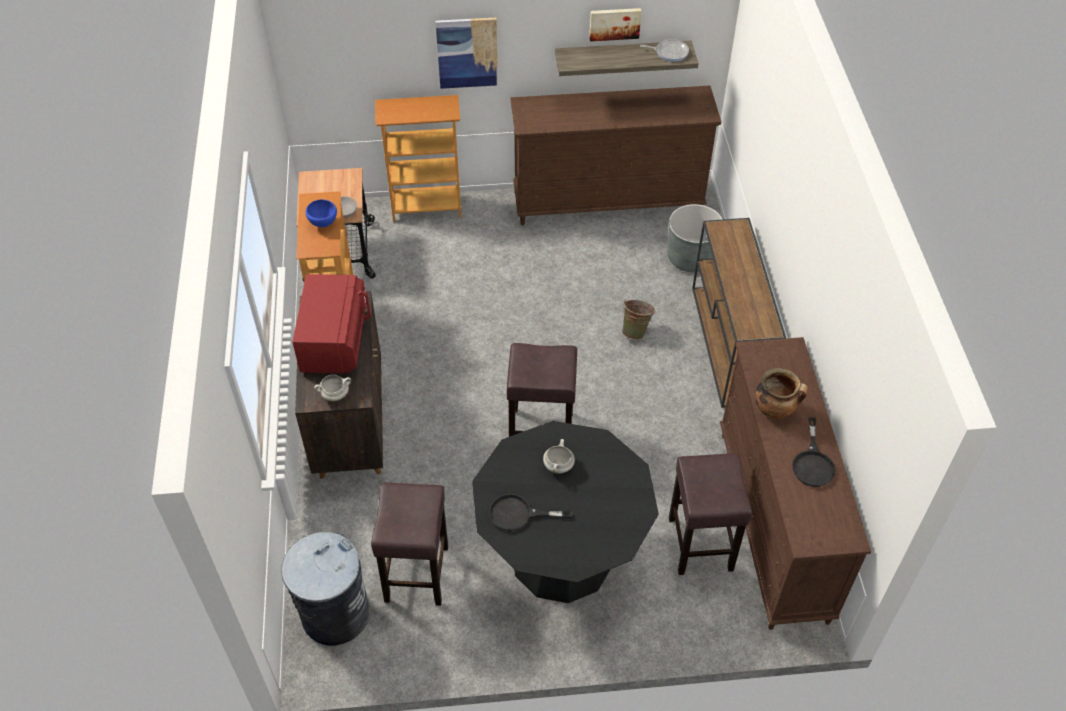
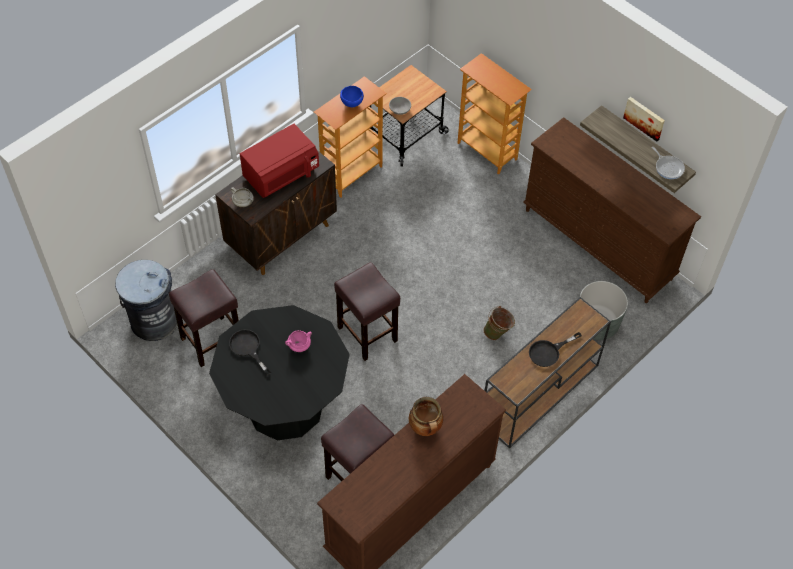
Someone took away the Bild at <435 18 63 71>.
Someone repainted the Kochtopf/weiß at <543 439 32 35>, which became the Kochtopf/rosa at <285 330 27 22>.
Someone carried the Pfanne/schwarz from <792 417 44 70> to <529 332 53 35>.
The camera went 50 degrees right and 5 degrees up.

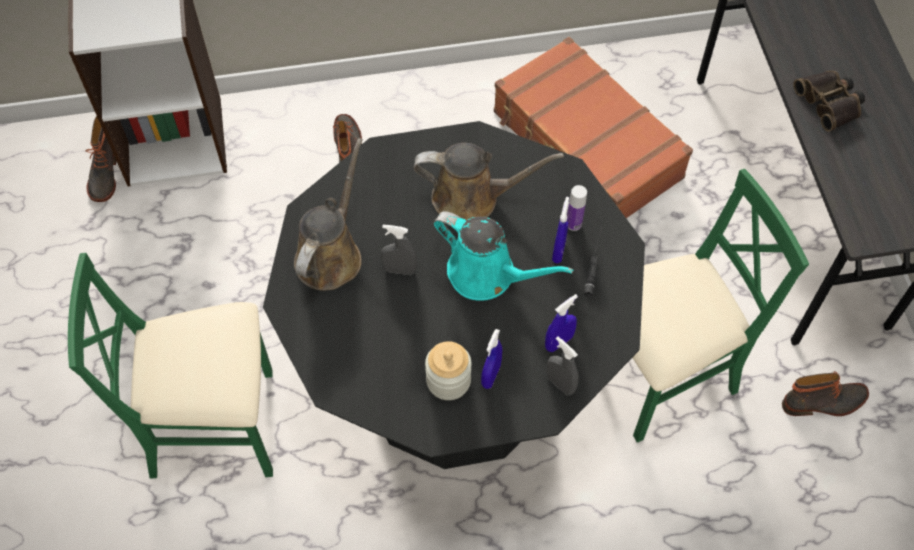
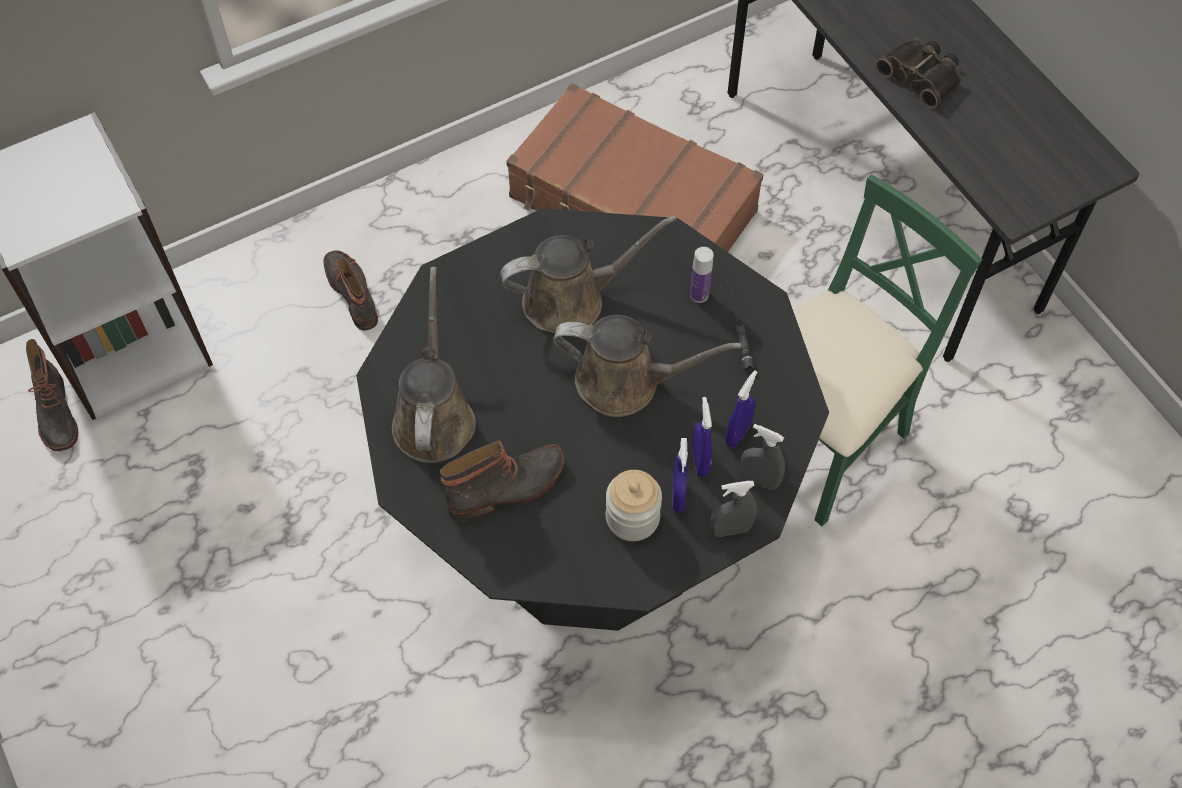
Someone took away the Stuhl/grün at <68 253 205 226>.
Someone carried the Sprühflasche/grau from <381 225 36 50> to <710 481 47 56>.
Someone repainted the Gießkanne/türkis at <433 211 141 90>, which became the Gießkanne/braun at <553 315 189 102>.
Someone carried the Sprühflasche/blau from <552 197 17 67> to <692 397 20 80>.
Someone carried the Stiefel from <782 371 87 45> to <440 440 124 82>.
The camera went 20 degrees left and 0 degrees up.

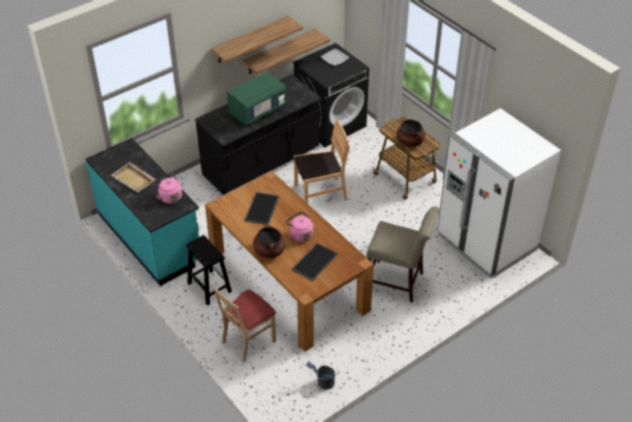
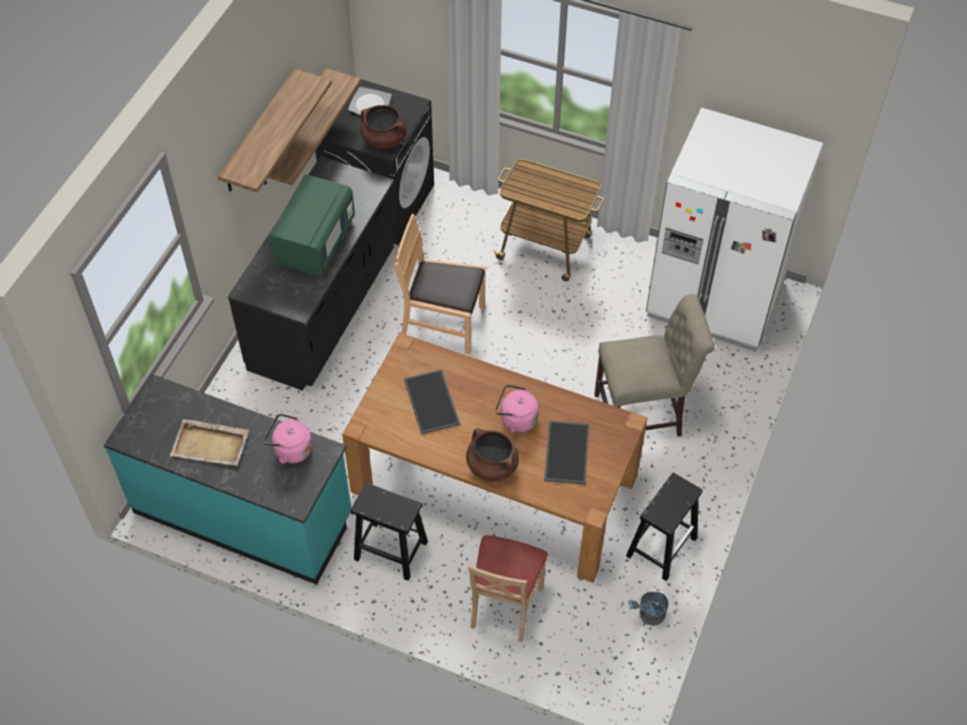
Someone rotated the Stuhl/braun at <294 118 56 86> by 120 degrees counterclockwise.
Someone carried the Kochtopf/braun from <397 119 28 28> to <360 105 46 44>.
Someone put down the Hocker/schwarz at <626 473 77 108>.
The camera went 30 degrees left and 10 degrees up.

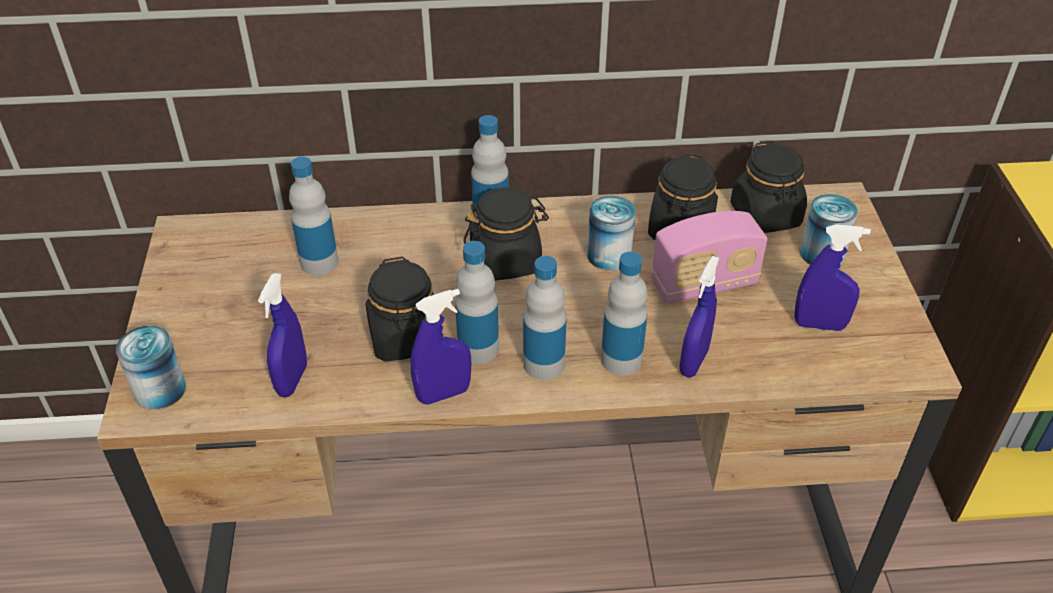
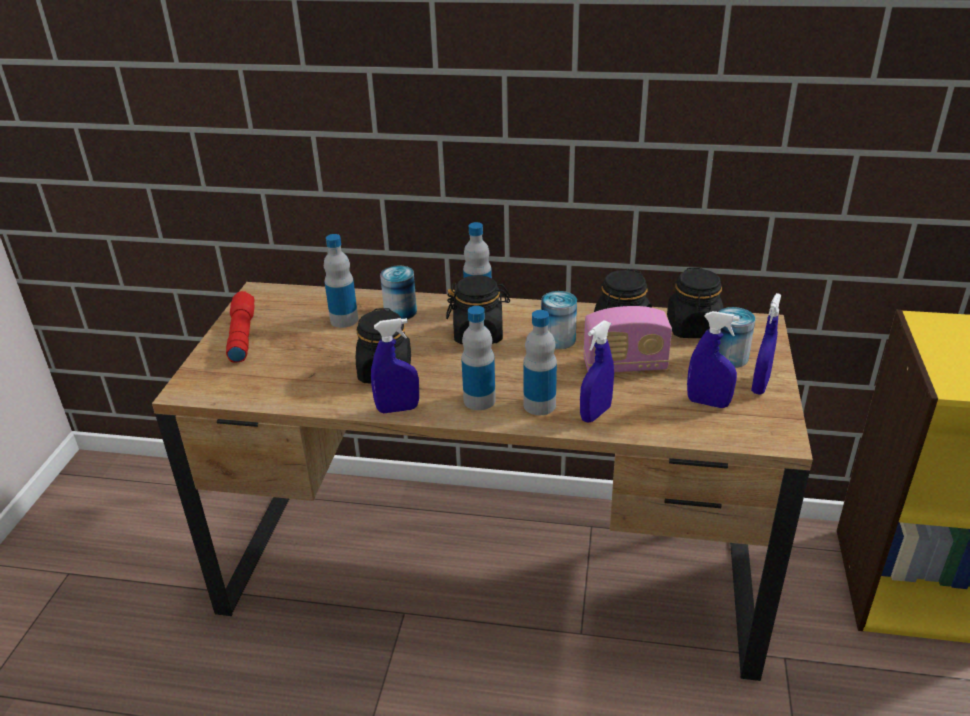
Someone carried the Dose from <116 326 70 84> to <380 266 37 53>.
Someone carried the Sprühflasche/blau from <258 273 49 124> to <751 293 30 102>.
Someone took away the Flasche at <455 241 44 123>.
Someone put down the Taschenlampe/rot at <226 291 28 71>.
The camera went 15 degrees right and 10 degrees down.

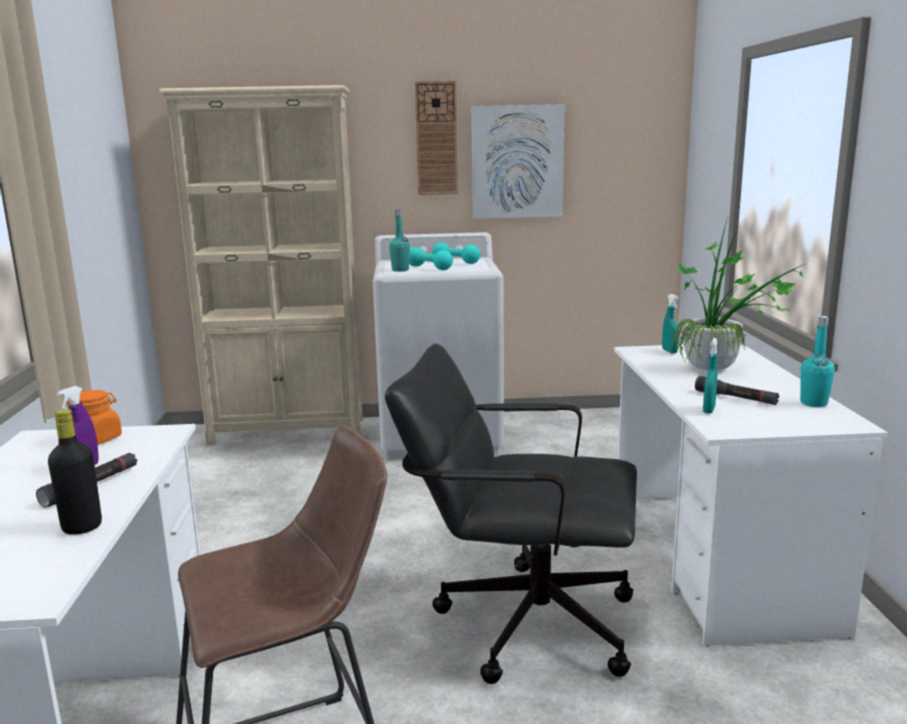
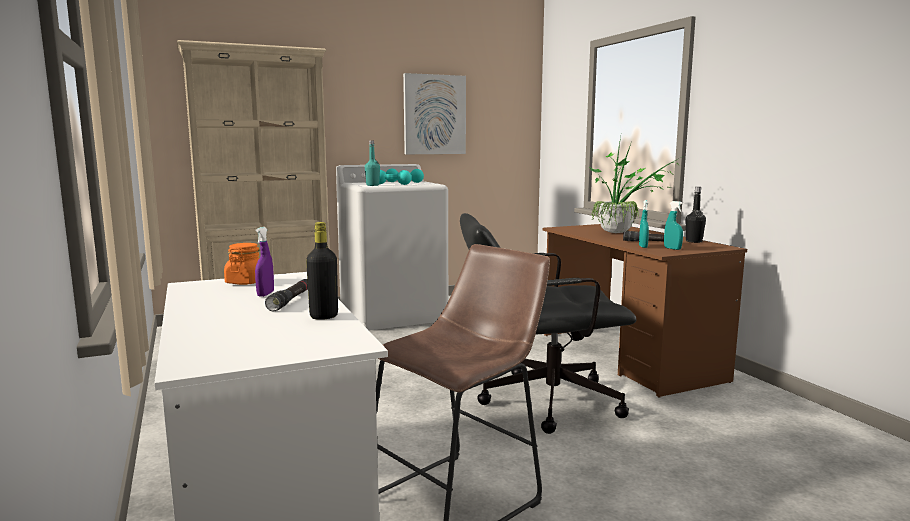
Someone took away the Wanduhr at <415 81 43 114>.
Someone repainted the Schreibtisch/weiß at <614 343 274 304>, which became the Schreibtisch/braun at <543 224 204 174>.
Someone carried the Sprühflasche/türkis from <662 294 17 60> to <664 201 19 49>.
Someone repainted the Flasche/türkis at <800 316 35 91>, which became the Flasche/schwarz at <686 187 20 56>.
The camera went 20 degrees left and 5 degrees down.

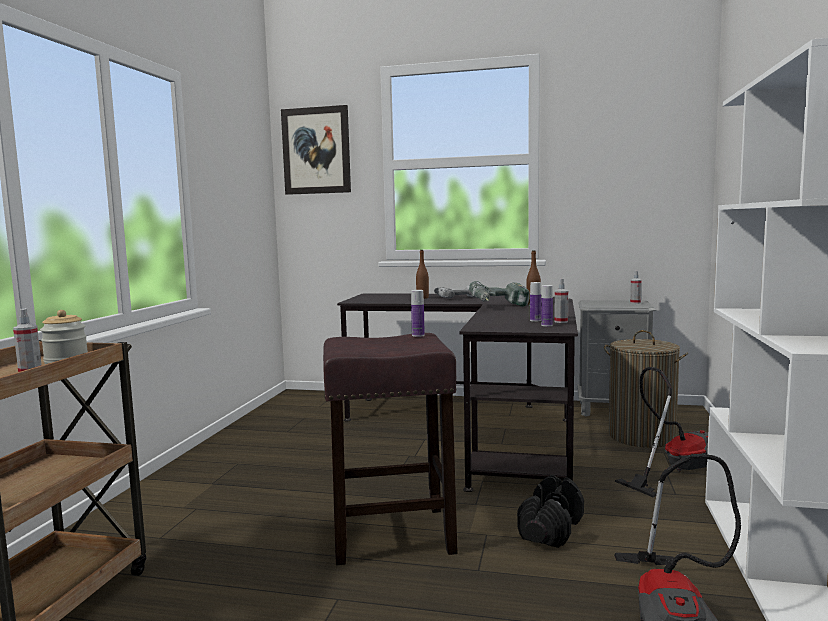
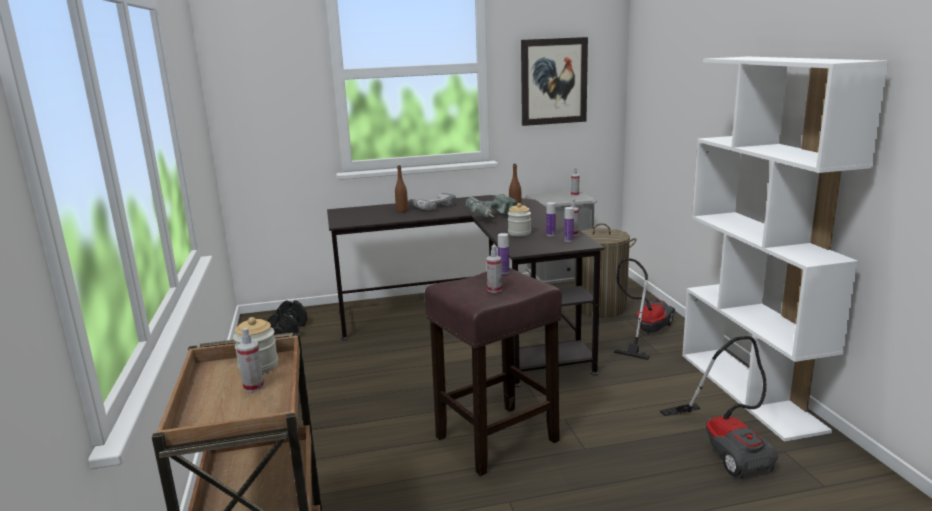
Someone carried the Bild from <281 105 70 90> to <521 37 67 89>.
Someone carried the Hantel/schwarz from <517 475 67 73> to <267 300 40 35>.
Someone put down the Sprühflasche at <487 245 15 48>.
Someone put down the Vorratsglas at <508 203 23 33>.
The camera went 25 degrees left and 10 degrees up.

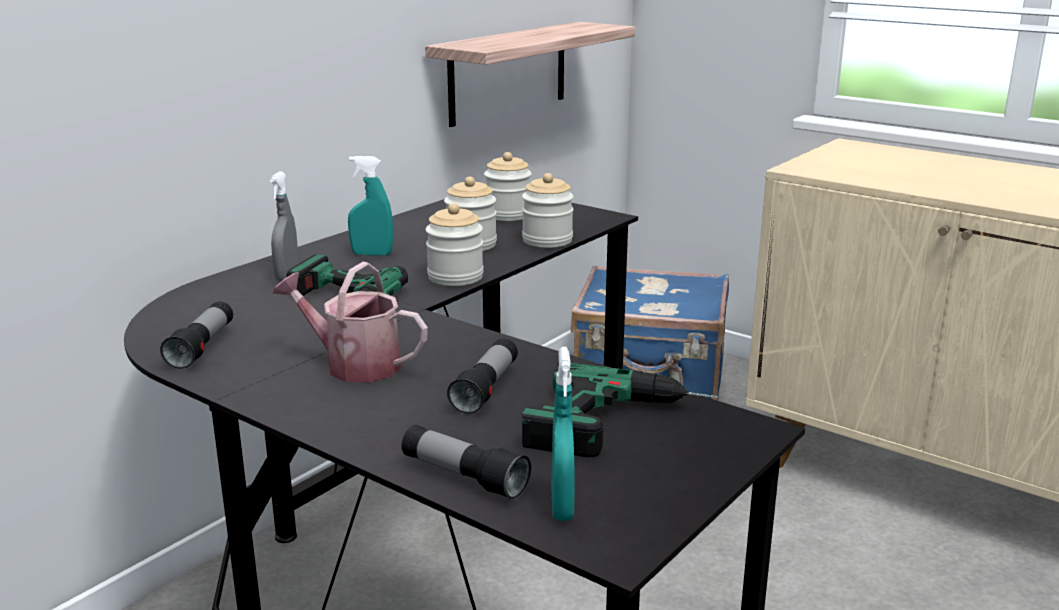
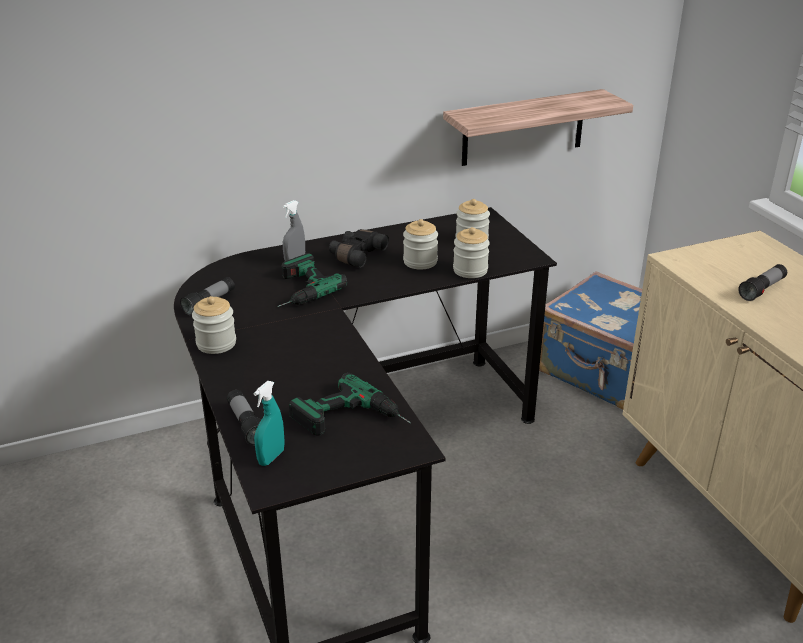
Someone took away the Gießkanne at <272 262 156 120>.
Someone swapped the Sprühflasche/türkis at <348 156 45 99> for the Fernglas/schwarz at <329 229 60 39>.
Someone carried the Vorratsglas from <425 203 59 83> to <192 296 44 58>.
Someone carried the Taschenlampe from <447 338 71 77> to <738 264 49 37>.
The camera went 30 degrees right and 10 degrees up.

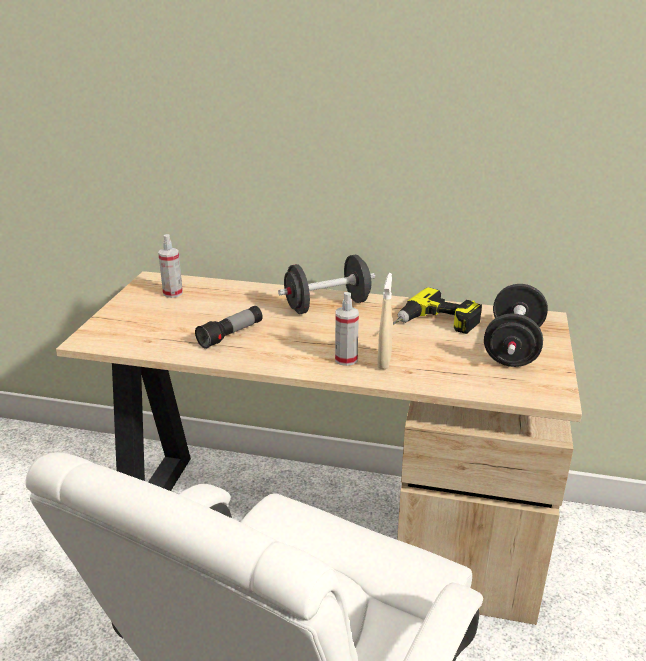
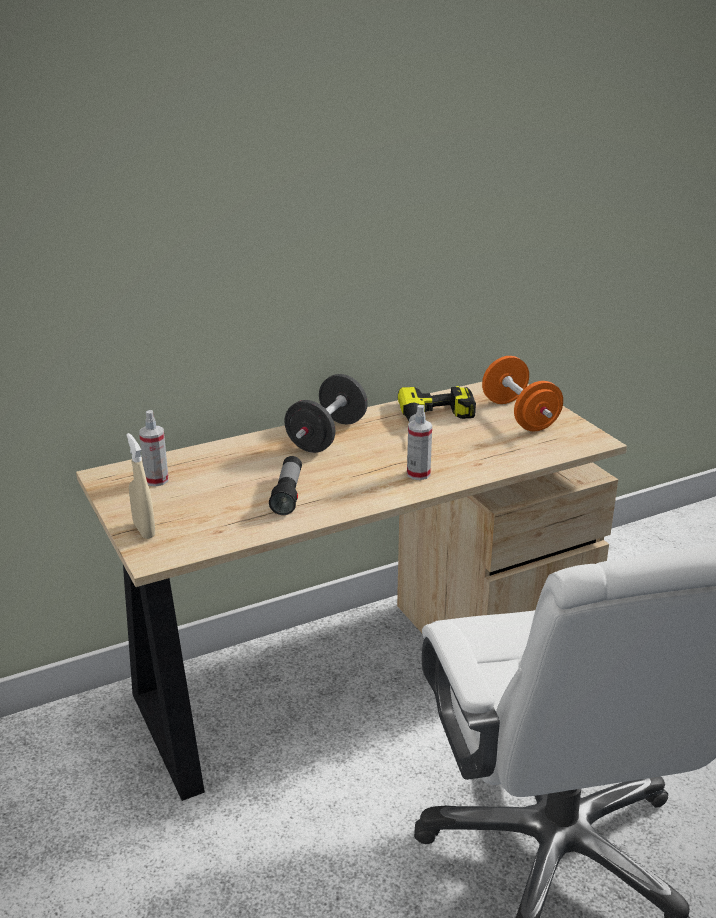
Someone carried the Sprühflasche/beige from <377 273 16 97> to <126 433 29 106>.
Someone repainted the Hantel/schwarz at <484 284 64 83>, which became the Hantel/orange at <482 356 81 76>.
The camera went 40 degrees left and 0 degrees up.

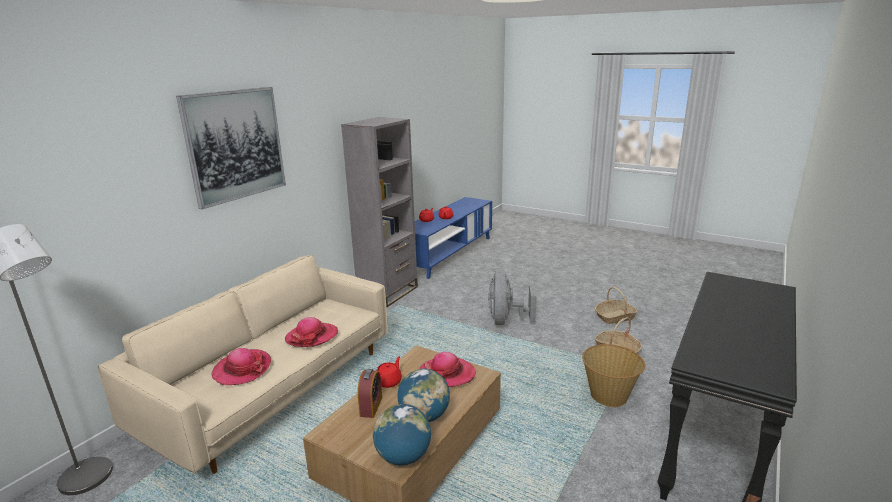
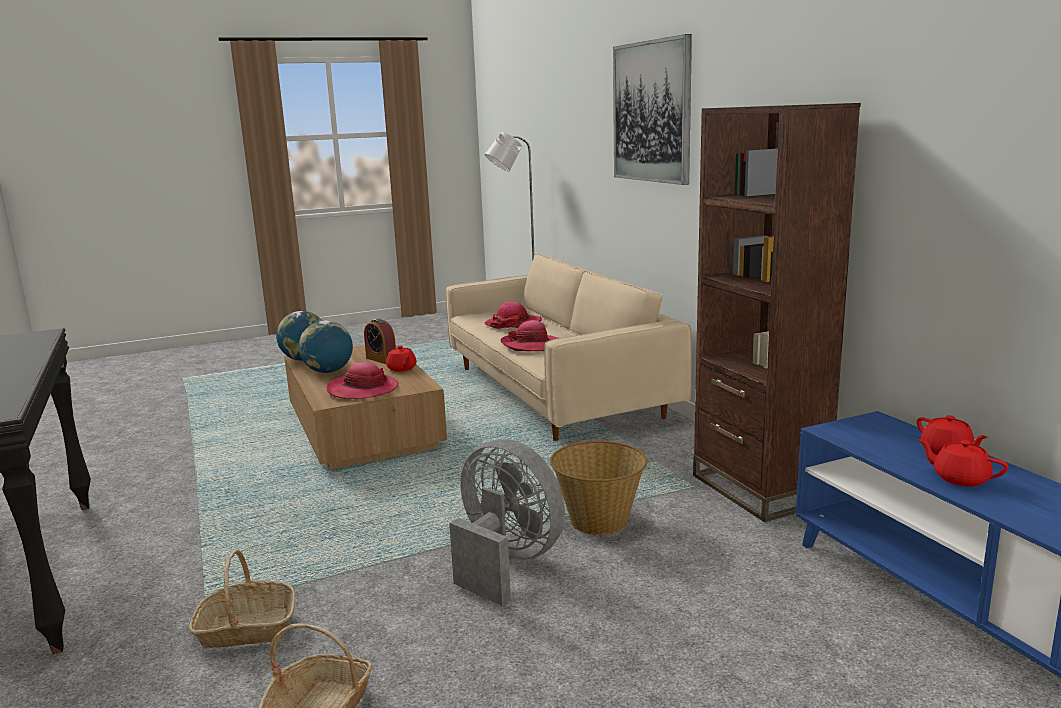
Someone repainted the Bücherregal/grau at <341 117 77 191>, which became the Bücherregal/braun at <693 103 168 419>.
Someone carried the Korb from <582 344 63 63> to <550 441 98 94>.
The camera went 125 degrees right and 5 degrees down.

